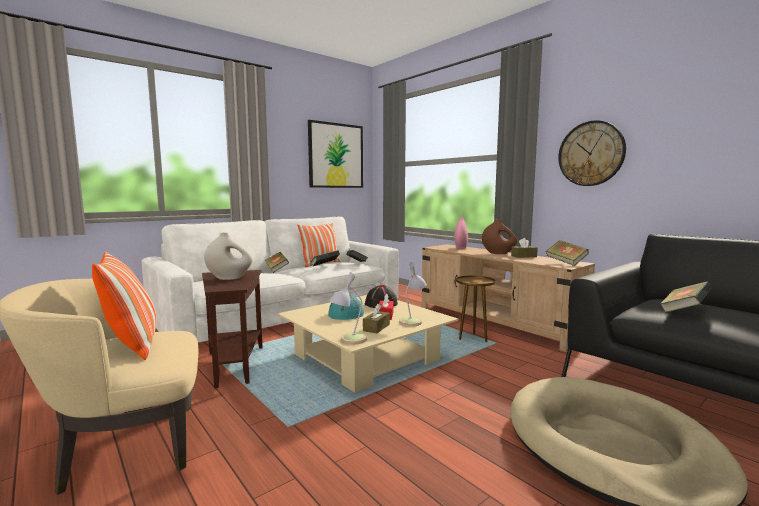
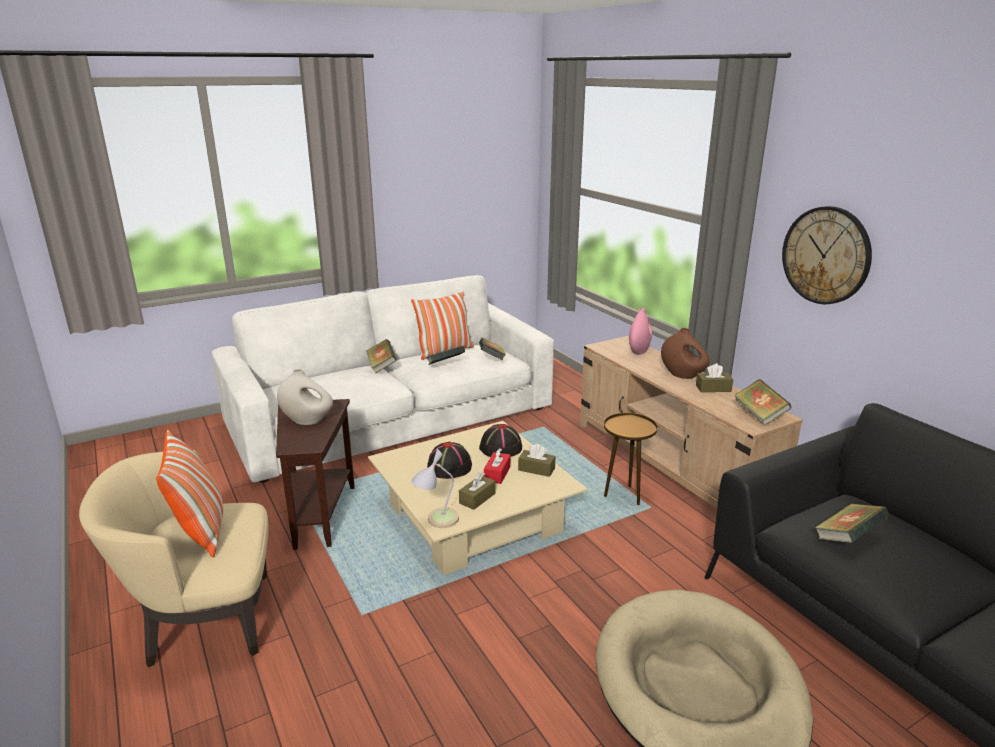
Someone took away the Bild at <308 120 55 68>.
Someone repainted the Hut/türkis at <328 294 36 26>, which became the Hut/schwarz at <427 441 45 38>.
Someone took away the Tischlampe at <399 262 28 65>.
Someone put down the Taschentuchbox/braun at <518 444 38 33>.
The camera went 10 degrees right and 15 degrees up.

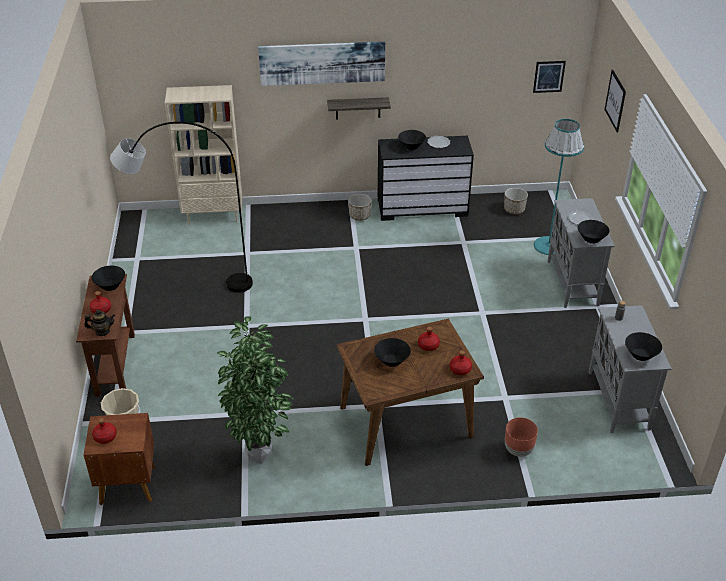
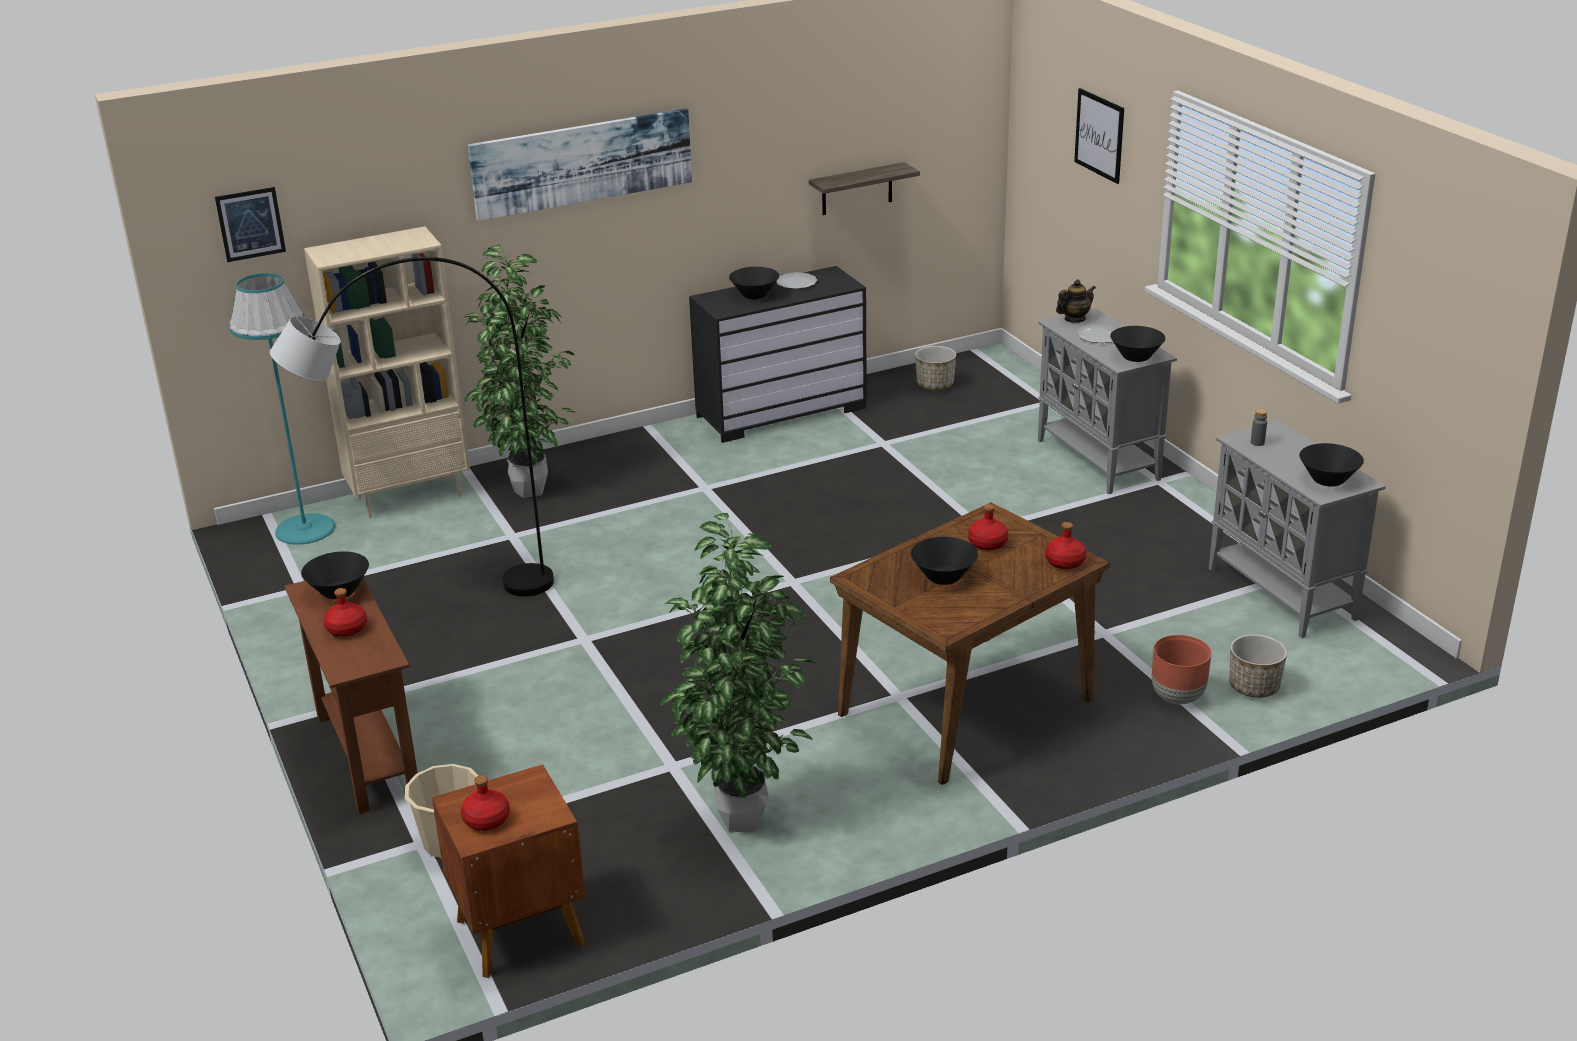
Someone carried the Teekanne from <84 310 31 26> to <1056 279 40 44>.
Someone carried the Wandregal from <327 97 64 22> to <809 162 111 53>.
Someone carried the Pflanzkübel from <348 194 24 27> to <1229 634 58 64>.
Someone carried the Bild from <533 61 33 32> to <215 187 71 75>.
Someone carried the Stehlampe/türkis from <534 119 50 136> to <229 273 106 272>.
Someone put down the Topfpflanze at <463 244 113 254>.
The camera went 20 degrees left and 10 degrees down.

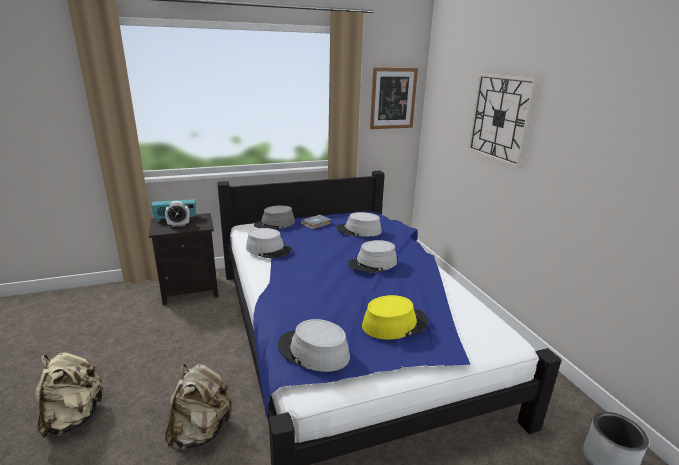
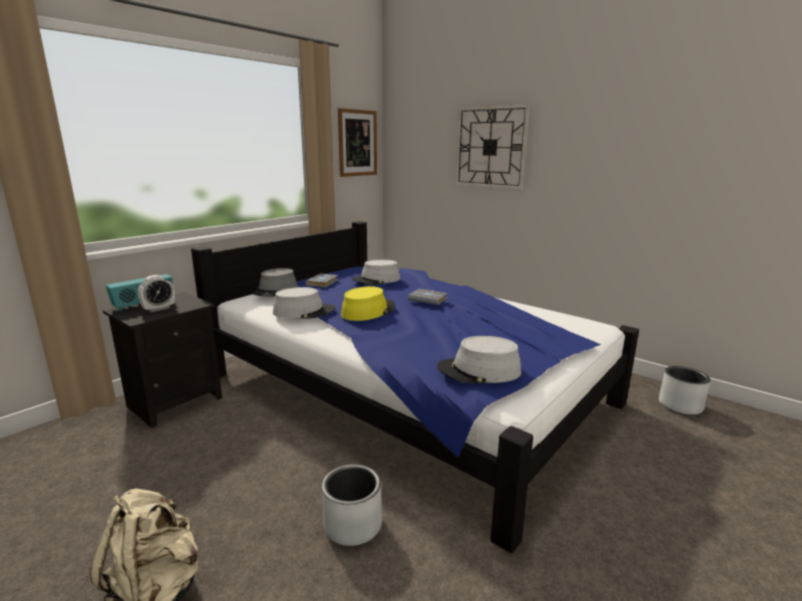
Someone swapped the Rucksack/beige at <165 364 68 88> for the Pflanzkübel/grau at <322 464 60 82>.
Someone swapped the Hut/grau at <348 240 49 33> for the Buch/grau at <408 289 40 16>.
Someone carried the Hut/gelb from <362 295 66 45> to <341 286 54 35>.
The camera went 30 degrees left and 5 degrees down.

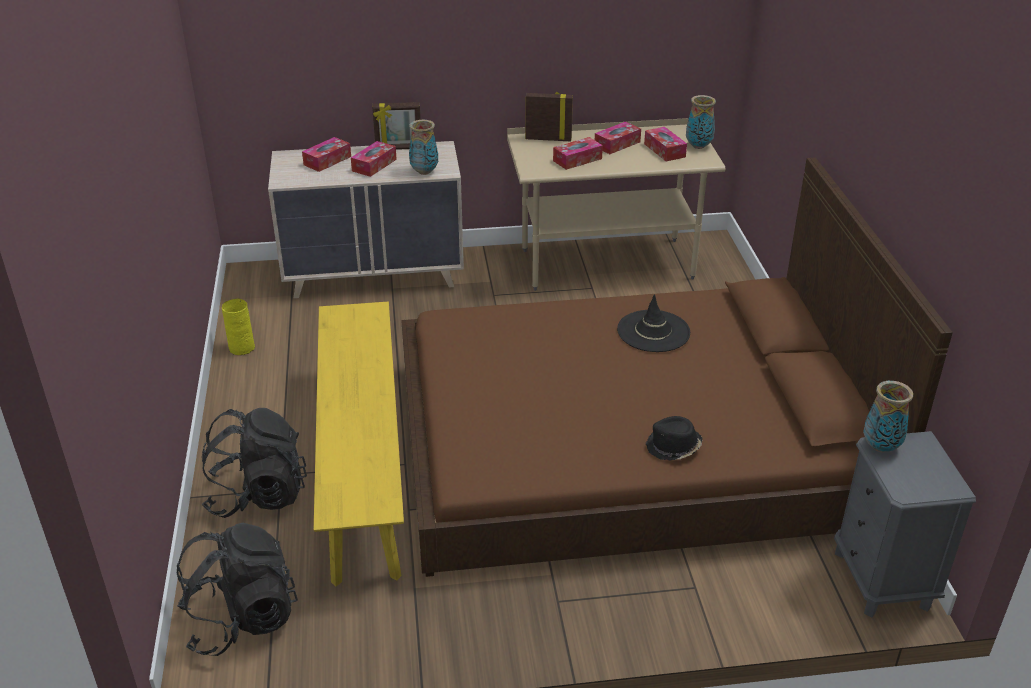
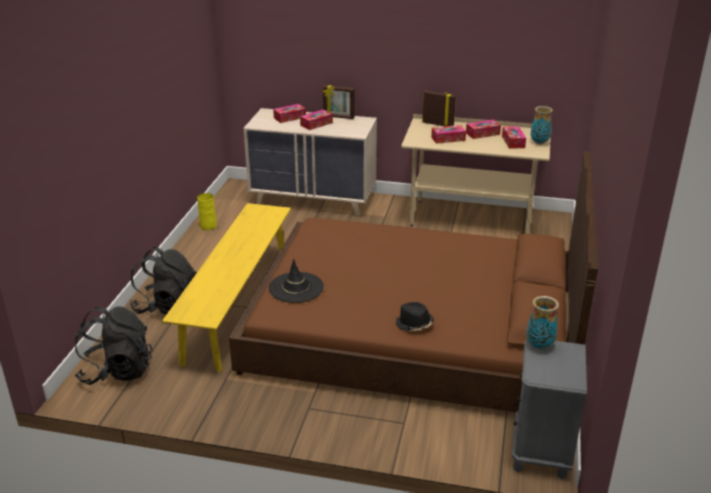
Someone took away the Vase at <409 120 29 55>.
Someone carried the Hut/schwarz from <617 294 73 58> to <269 259 55 44>.
The camera went 20 degrees right and 5 degrees down.

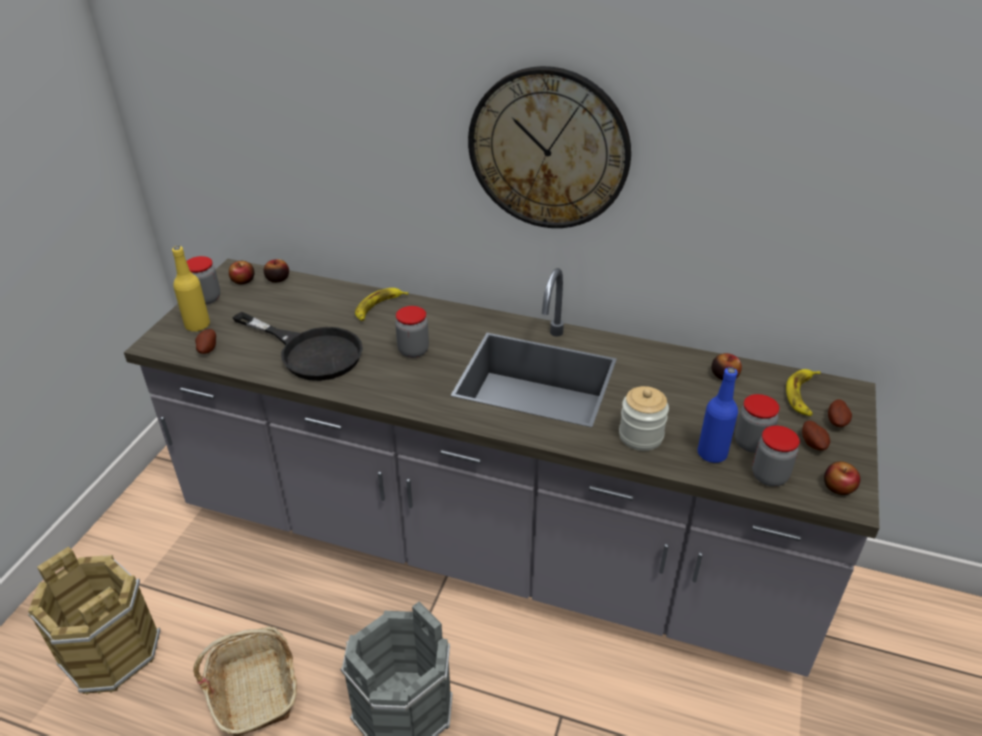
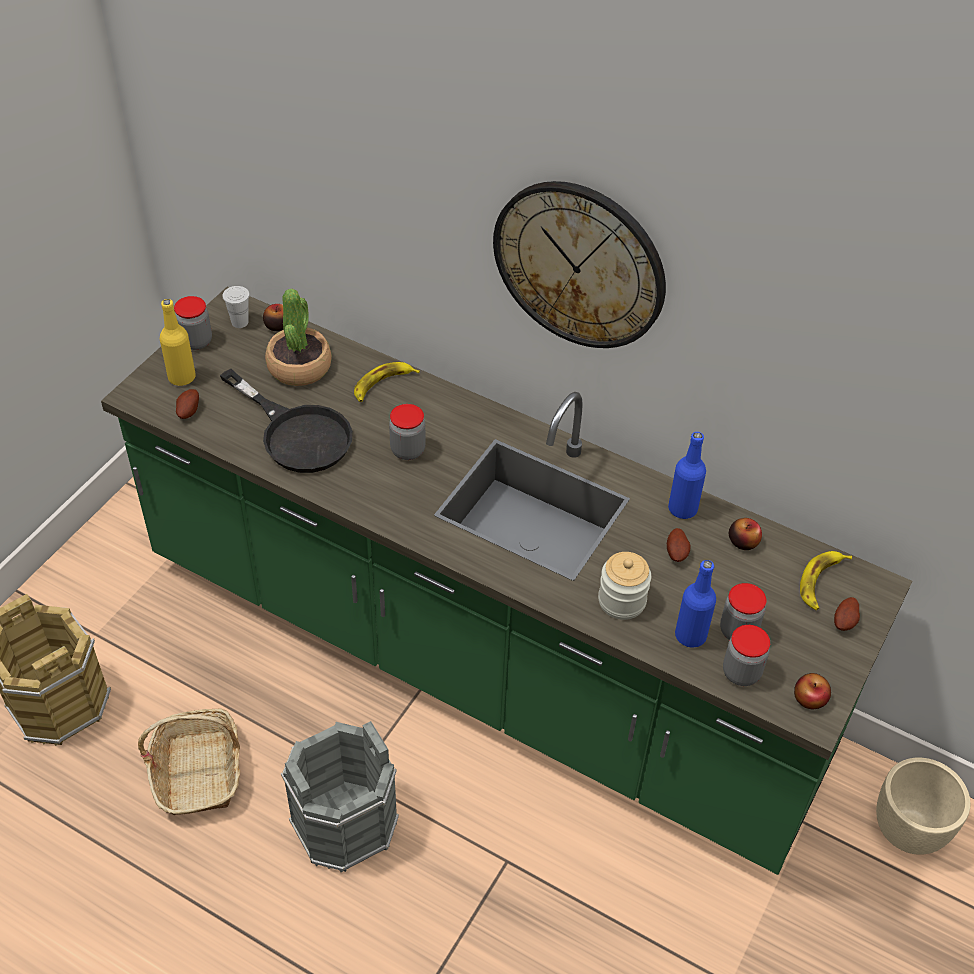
Someone repainted the Küchenzeile/grau at <124 259 755 418>, which became the Küchenzeile/grün at <101 287 811 588>.
Someone swapped the Apfel at <229 261 25 24> for the Tasse/weiß at <222 286 28 42>.
Someone carried the Kartoffel from <802 421 28 30> to <667 528 23 34>.
Someone put down the Topfpflanze at <265 289 67 97>.
Someone put down the Flasche/blau at <668 432 38 87>.
Someone put down the Pflanzkübel/beige at <876 757 95 98>.
The camera went 10 degrees right and 10 degrees up.

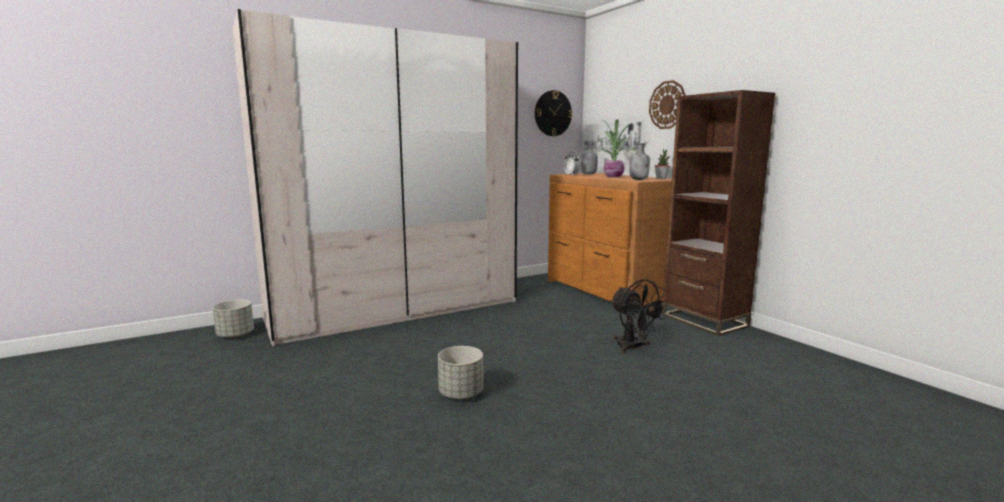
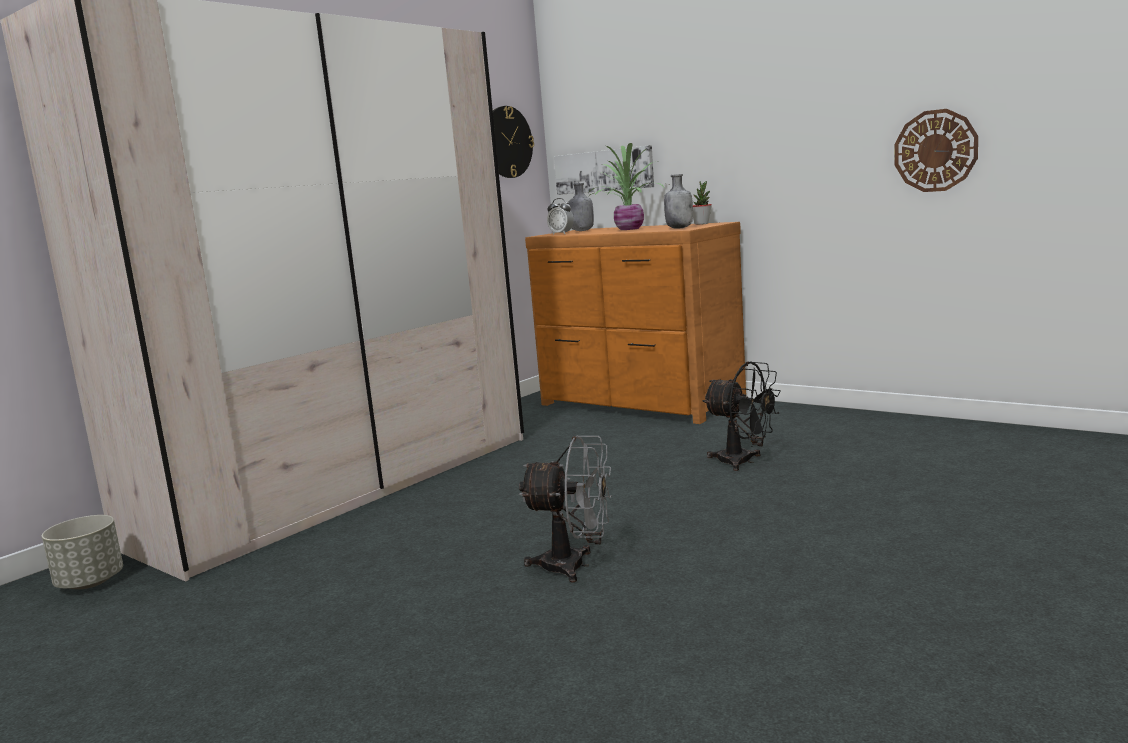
Someone swapped the Pflanzkübel/grau at <438 346 45 53> for the Ventilator/grau at <519 435 93 148>.
Someone carried the Wanduhr from <649 80 37 49> to <895 109 83 83>.
Someone took away the Bücherregal/braun at <662 90 114 246>.
The camera went 20 degrees left and 0 degrees up.

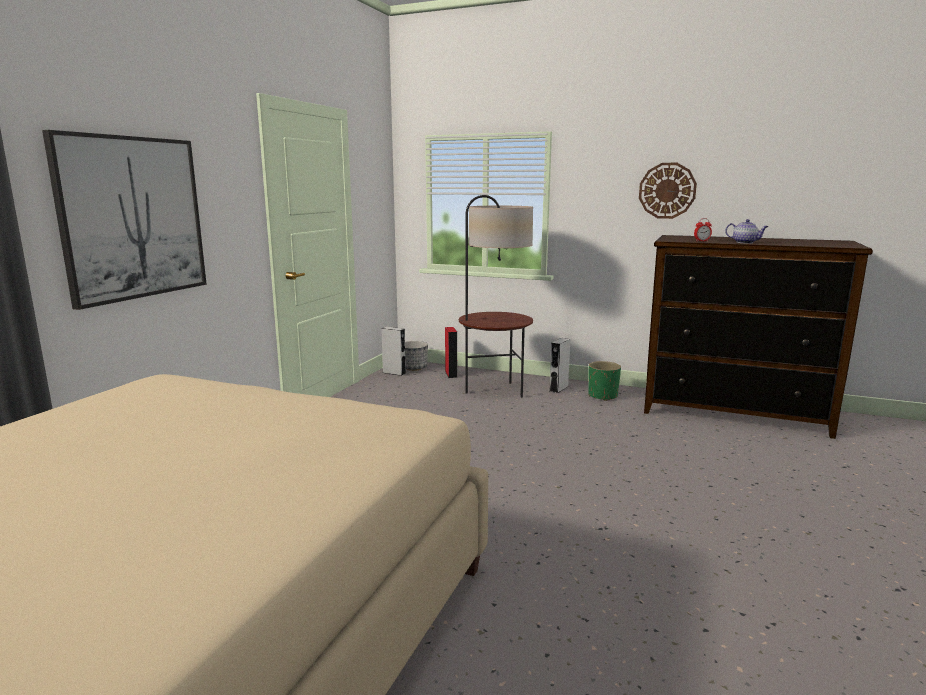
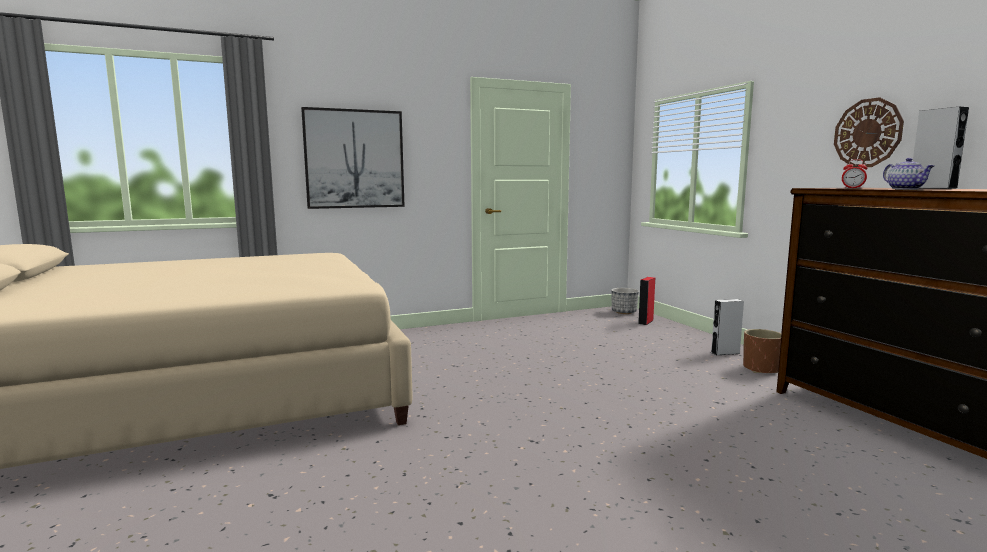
Someone carried the Lautsprecher/grau from <381 327 25 49> to <913 107 56 82>.
Someone took away the Stehlampe at <459 195 74 202>.
Someone repainted the Pflanzkübel/grün at <588 361 33 40>, which became the Pflanzkübel/braun at <743 329 38 44>.
The camera went 45 degrees right and 5 degrees down.

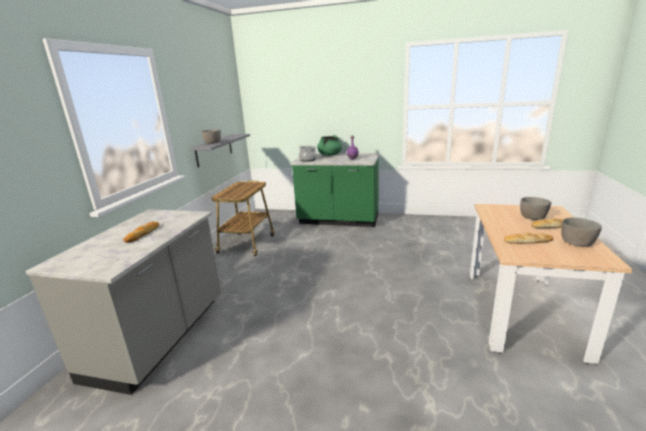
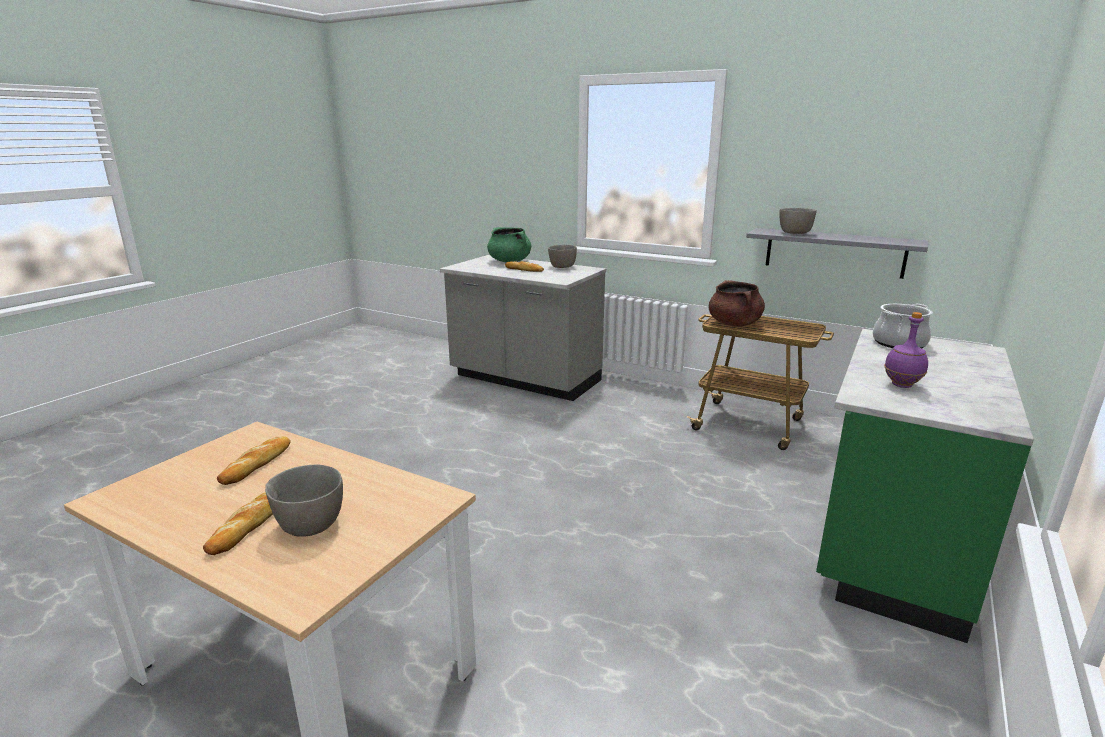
Someone carried the Kochtopf/grün from <317 135 25 21> to <487 227 44 35>.
Someone carried the Schüssel/grau from <561 218 41 29> to <548 245 29 23>.
Someone put down the Kochtopf/braun at <709 280 56 47>.
The camera went 105 degrees right and 0 degrees up.

